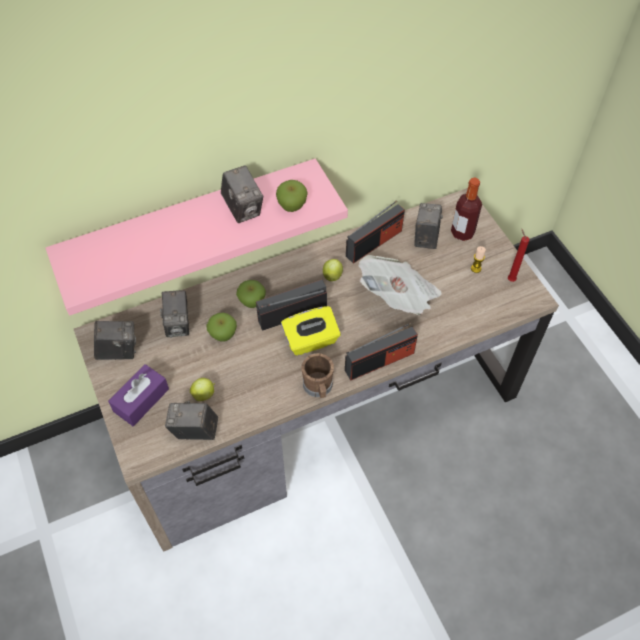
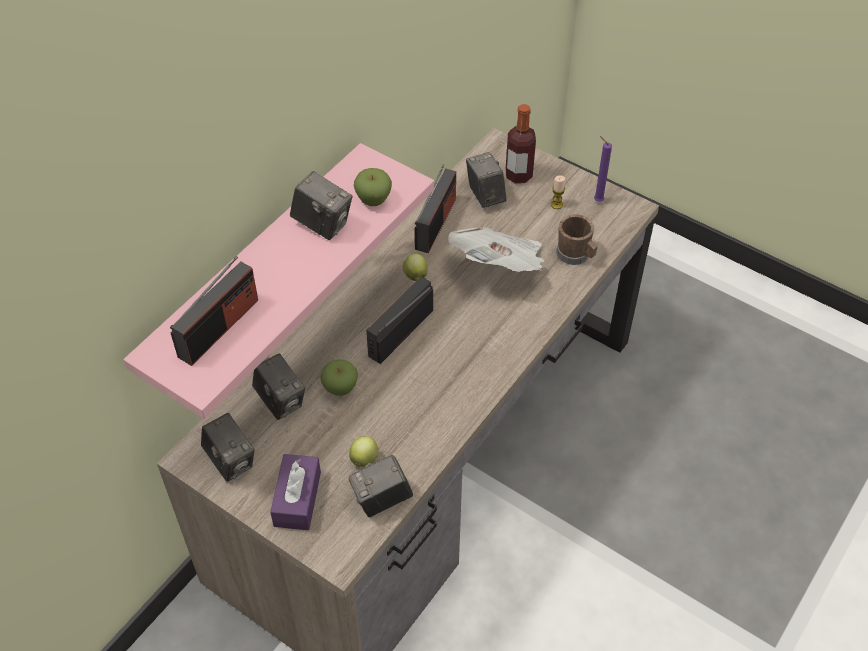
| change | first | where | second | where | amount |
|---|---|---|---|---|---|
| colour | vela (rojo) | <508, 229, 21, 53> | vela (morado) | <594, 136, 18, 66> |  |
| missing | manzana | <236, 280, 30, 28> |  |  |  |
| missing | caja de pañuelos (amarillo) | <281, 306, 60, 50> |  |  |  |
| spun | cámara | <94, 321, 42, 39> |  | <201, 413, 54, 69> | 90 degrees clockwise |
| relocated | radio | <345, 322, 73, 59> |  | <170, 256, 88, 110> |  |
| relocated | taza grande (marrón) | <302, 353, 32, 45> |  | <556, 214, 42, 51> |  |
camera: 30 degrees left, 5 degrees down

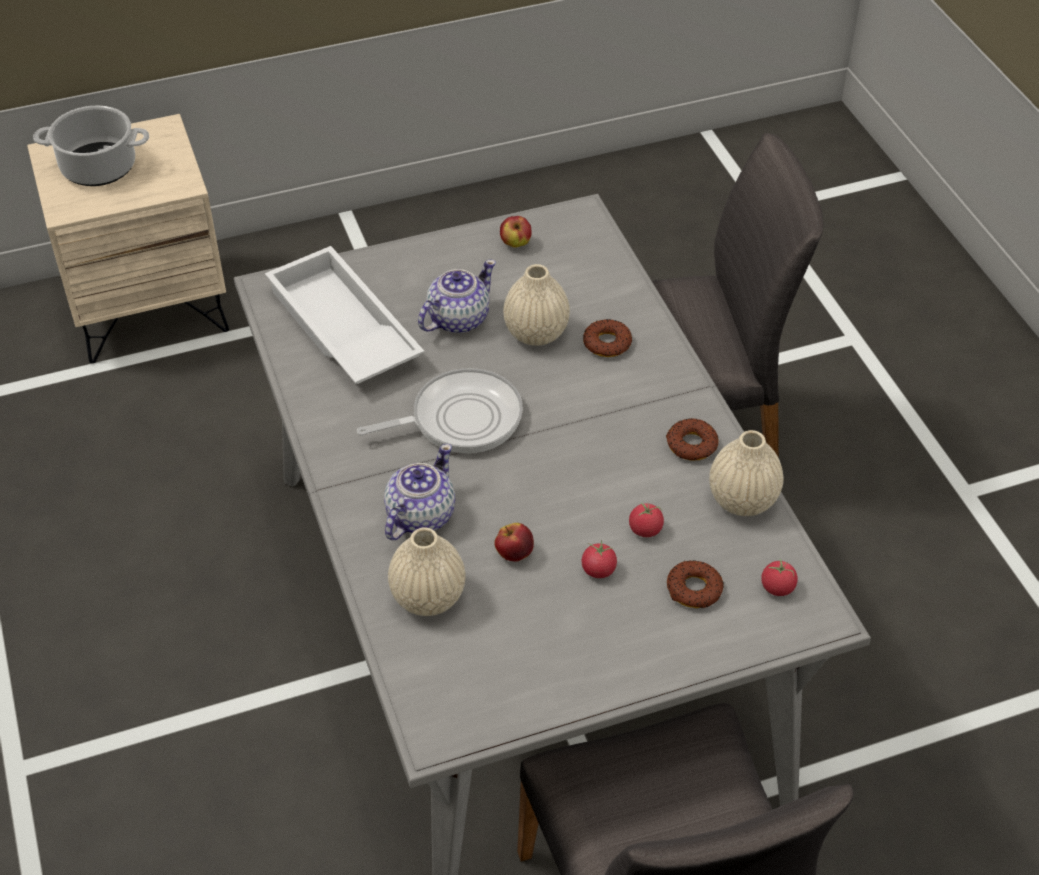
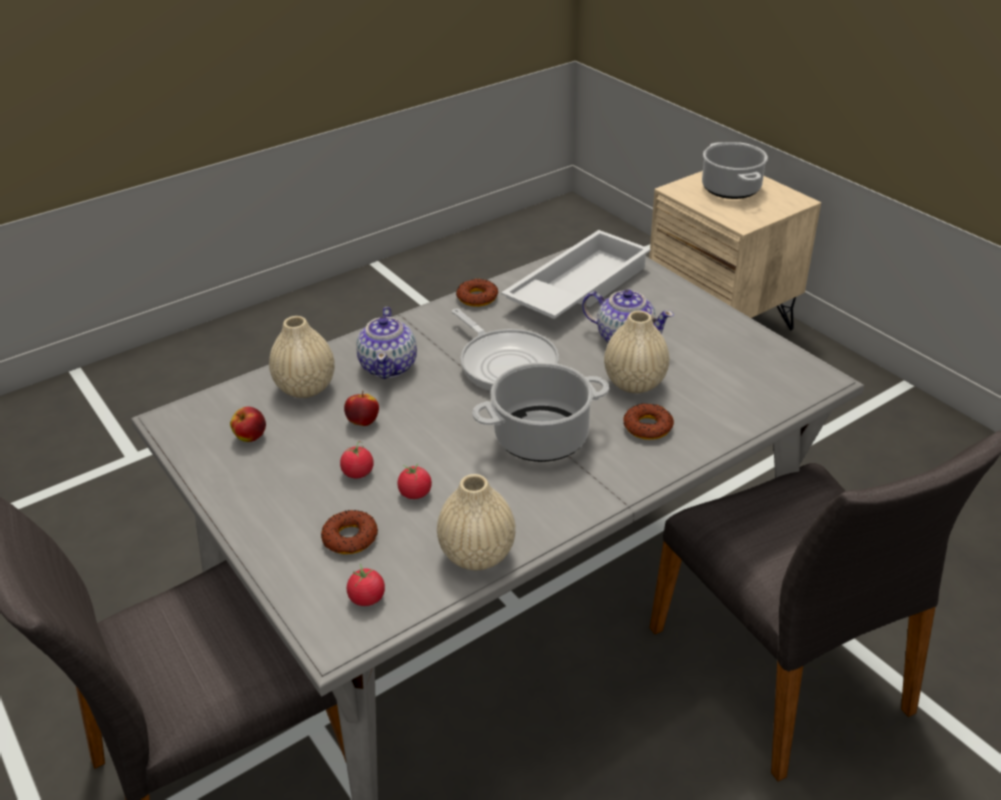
| change | first | where | second | where | amount |
|---|---|---|---|---|---|
| relocated | manzana | <500, 216, 32, 32> |  | <230, 407, 36, 35> |  |
| relocated | rosquilla | <666, 418, 53, 42> |  | <456, 279, 42, 28> |  |
| spun | tetera | <384, 444, 71, 96> |  | <356, 307, 61, 72> | 75 degrees clockwise |
| appeared |  |  | olla | <472, 362, 137, 100> |  |
camera: 75 degrees right, 10 degrees down

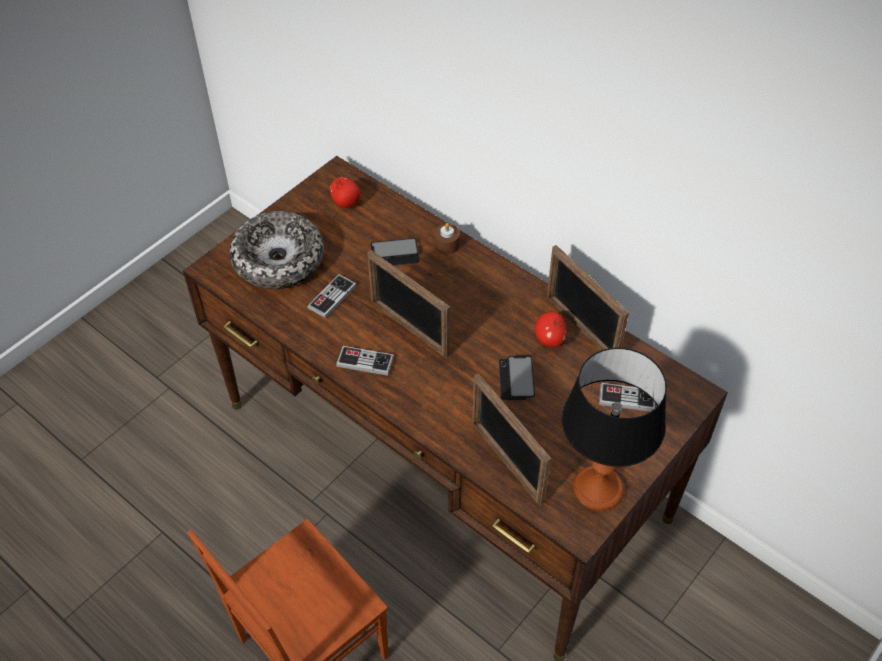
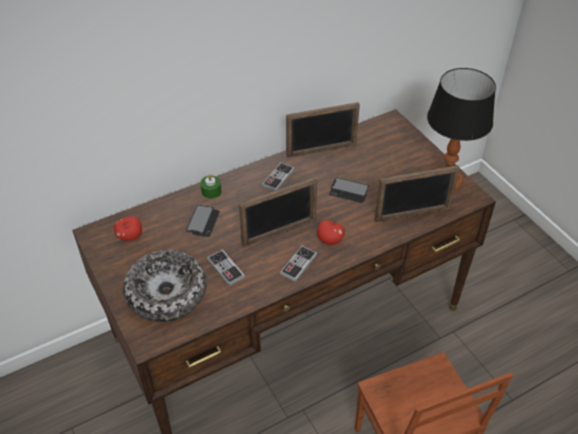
| change | first | where | second | where | amount |
|---|---|---|---|---|---|
| colour | vela (marrón) | <434, 223, 26, 31> | vela (verde) | <200, 174, 21, 25> |  |
| relocated | manzana | <535, 312, 31, 35> |  | <317, 220, 28, 25> |  |
| relocated | mando de consola | <599, 383, 56, 29> |  | <262, 162, 33, 29> |  |
camera: 70 degrees left, 5 degrees down

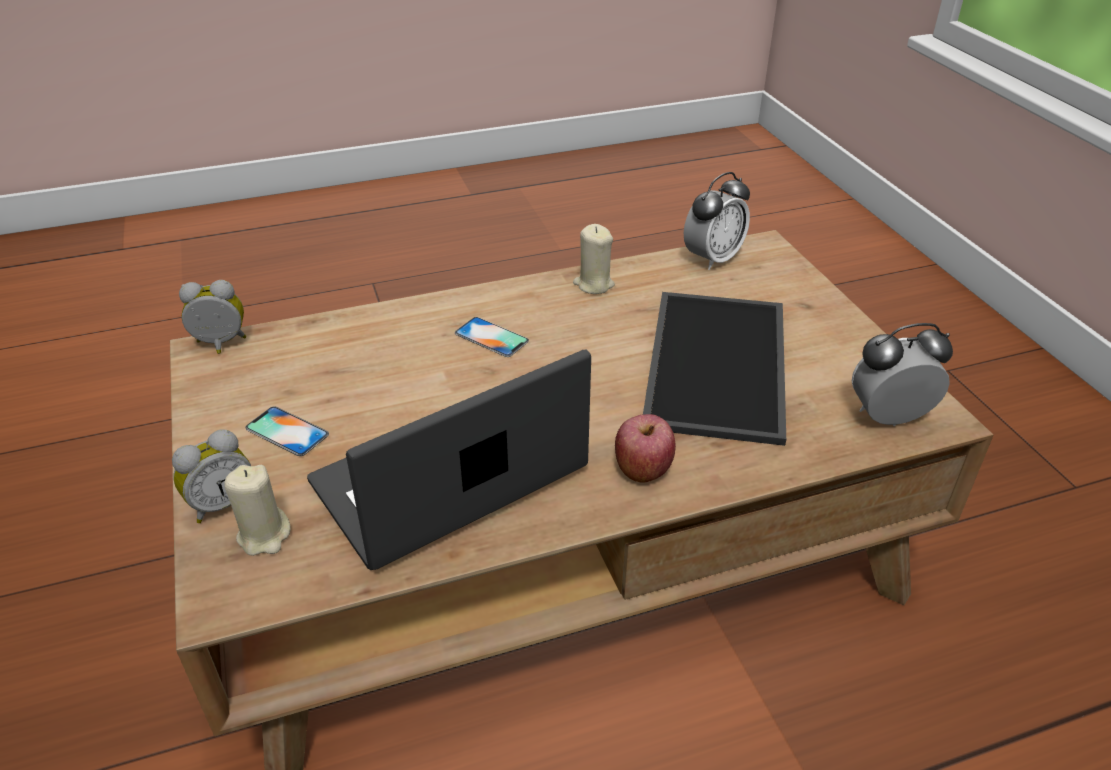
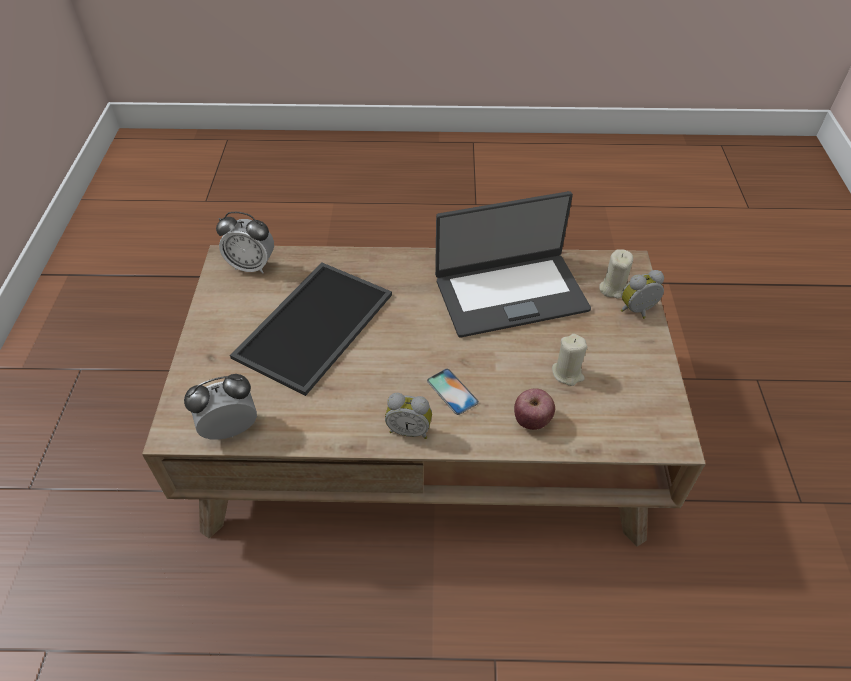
| change | first | where | second | where | amount |
|---|---|---|---|---|---|
| relocated | vela (beis) | <573, 224, 42, 70> |  | <552, 334, 35, 52> |  |
| relocated | despertador | <179, 280, 67, 74> |  | <385, 393, 47, 46> |  |
| missing | móvil | <245, 407, 84, 49> |  |  |  |
| relocated | manzana | <615, 414, 61, 68> |  | <514, 388, 41, 42> |  |
camera: 160 degrees left, 10 degrees up

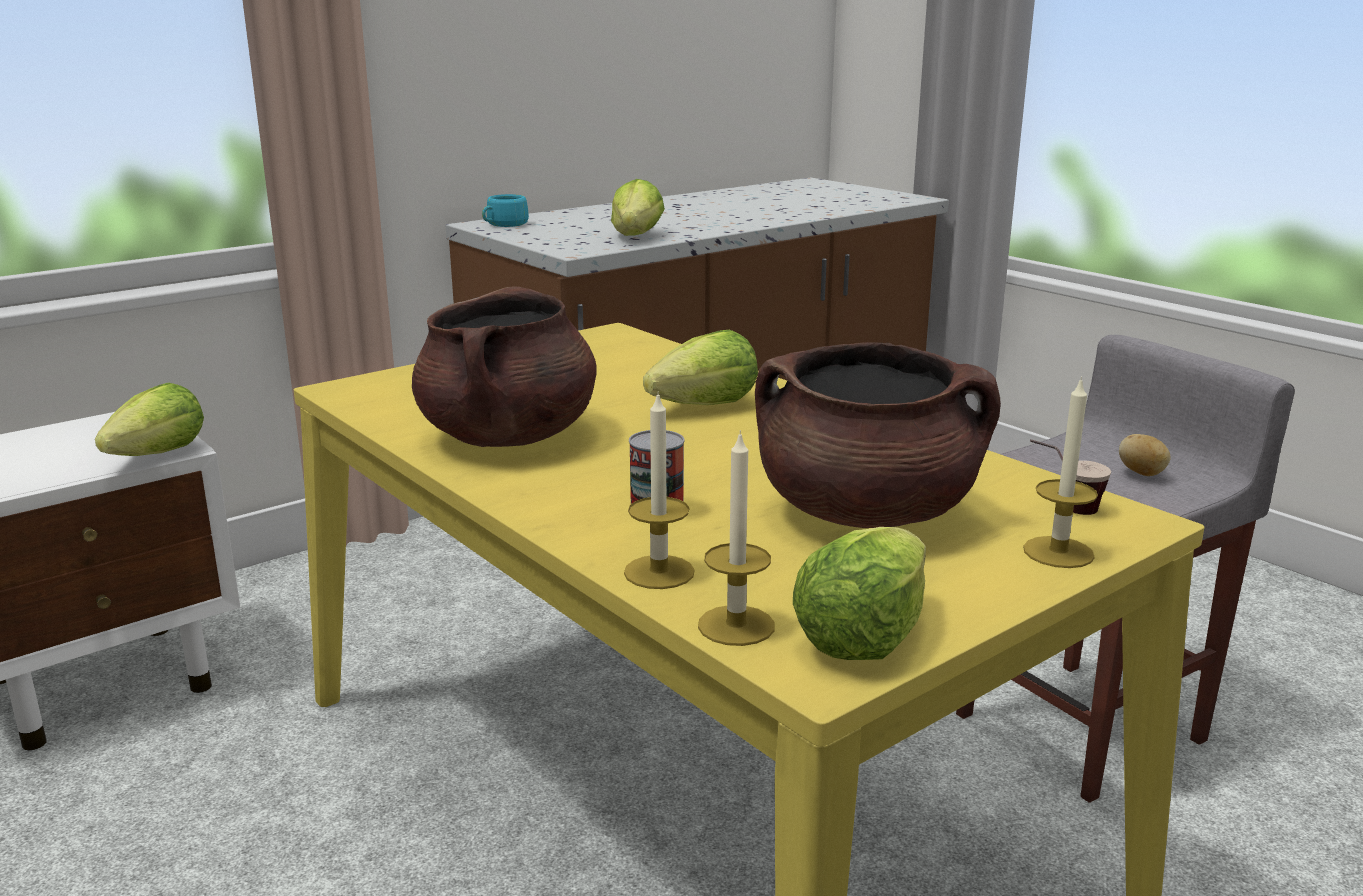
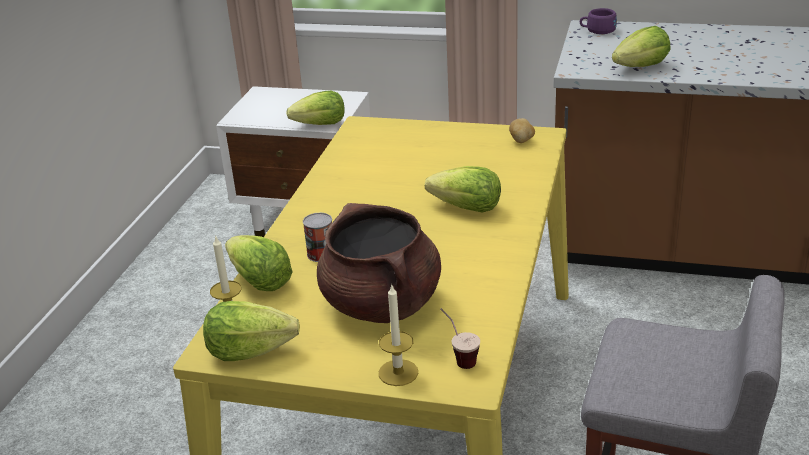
| change | first | where | second | where | amount |
|---|---|---|---|---|---|
| colour | taza (turquesa) | <482, 194, 47, 33> | taza (morado) | <580, 8, 37, 26> |  |
| missing | olla (marrón) | <412, 286, 185, 161> |  |  |  |
| exchanged | vela | <624, 391, 71, 198> | lechuga | <225, 235, 67, 56> |  |
| relocated | patata | <1119, 434, 52, 42> |  | <509, 118, 26, 25> |  |
camera: 55 degrees right, 10 degrees up

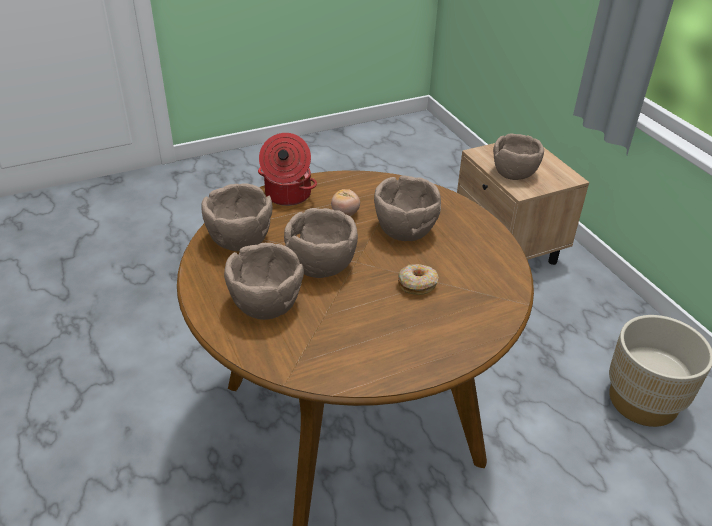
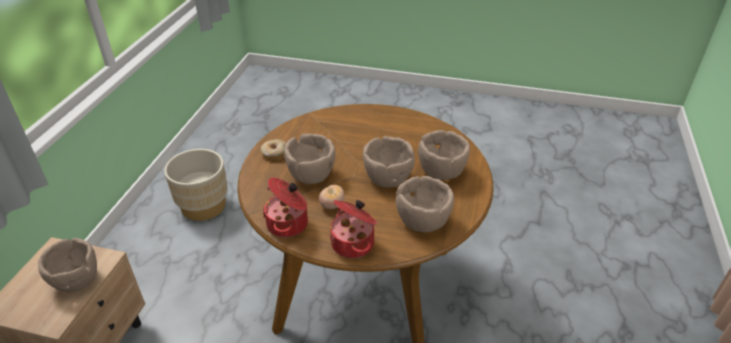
| change | first | where | second | where | amount |
|---|---|---|---|---|---|
| relocated | rosquilla | <398, 264, 41, 31> |  | <261, 139, 25, 20> |  |
| appeared |  |  | olla | <263, 177, 45, 61> |  |
camera: 140 degrees left, 0 degrees up

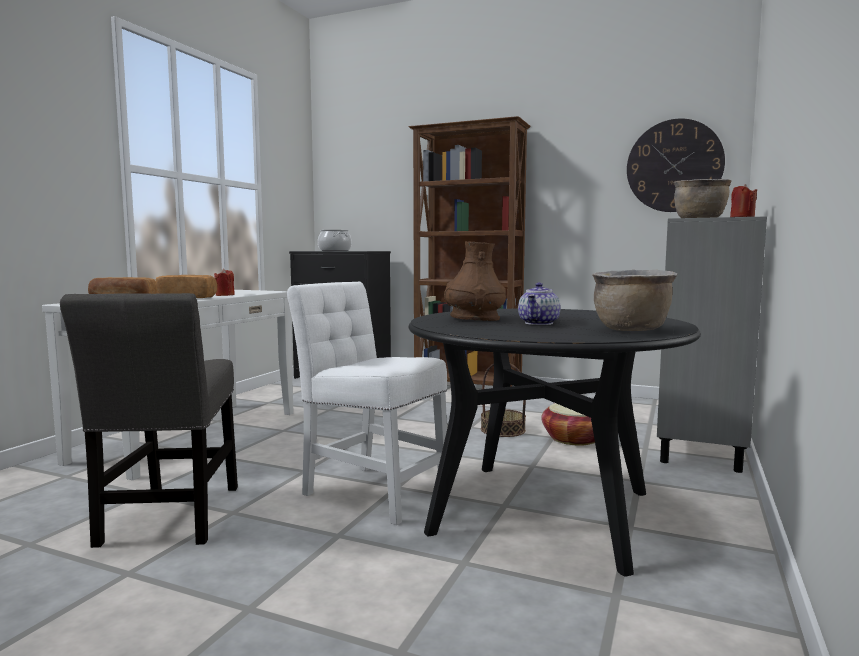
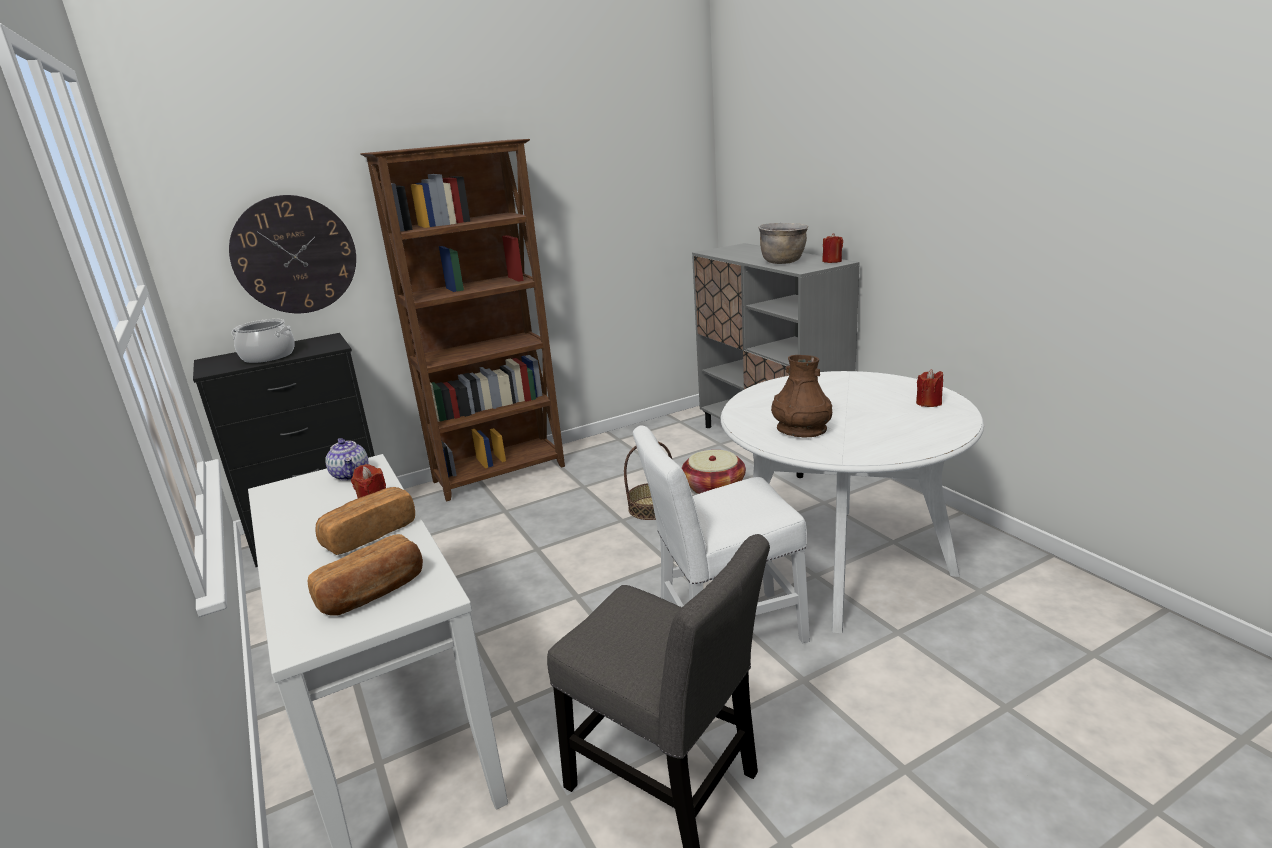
| change | first | where | second | where | amount |
|---|---|---|---|---|---|
| relocated | reloj de pared | <627, 119, 98, 93> |  | <229, 195, 127, 118> |  |
| exchanged | olla (marrón) | <592, 270, 85, 61> | vela (rojo) | <916, 369, 27, 38> |  |
| relocated | tetera | <518, 282, 42, 43> |  | <325, 438, 44, 43> |  |
| colour | mesa de comedor (negro) | <408, 309, 293, 268> | mesa de comedor (blanco) | <721, 371, 263, 262> |  |
camera: 50 degrees left, 15 degrees up

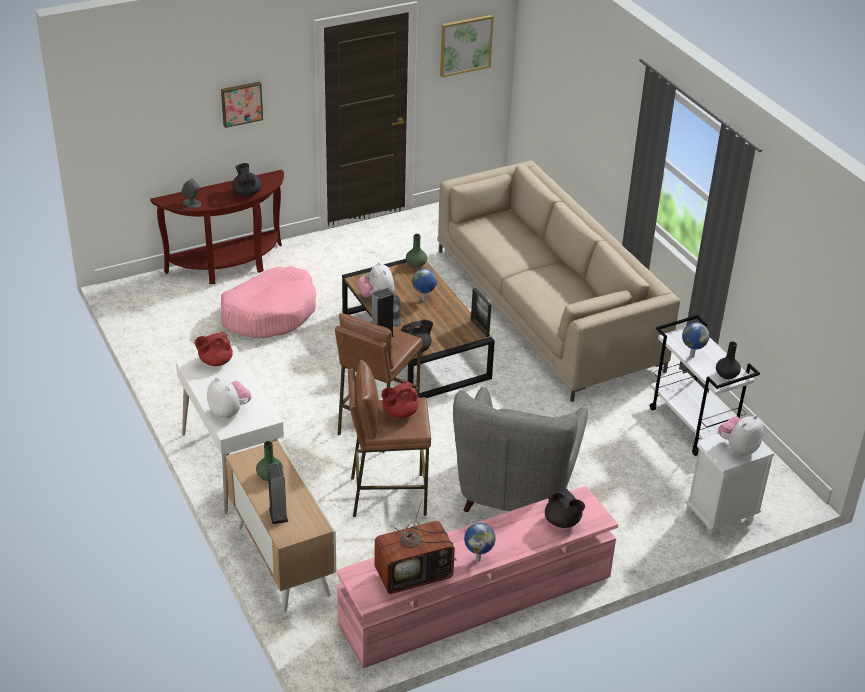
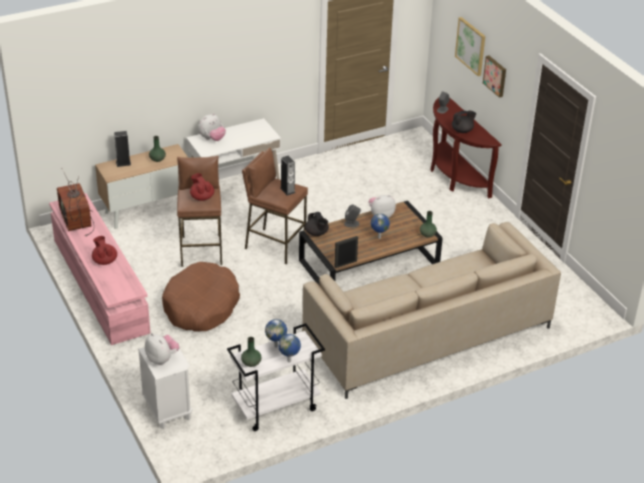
| change | first | where | second | where | amount |
|---|---|---|---|---|---|
| relocated | cuadro | <440, 15, 54, 62> |  | <455, 17, 30, 59> |  |
| missing | cama para perro (rosa) | <221, 266, 95, 72> |  |  |  |
| relocated | tetera (rojo) | <194, 331, 39, 35> |  | <92, 236, 25, 29> |  |
| colour | florero (negro) | <716, 342, 25, 37> | florero (verde) | <241, 337, 21, 30> |  |
| exchanged | sillón (gris) | <453, 387, 135, 125> | cama para perro (marrón) | <162, 262, 78, 70> |  |
| missing | tetera (negro) | <545, 488, 40, 40> |  |  |  |
| relocated | globo terráqueo | <464, 523, 32, 39> |  | <278, 334, 23, 28> |  |
camera: 90 degrees right, 0 degrees up

